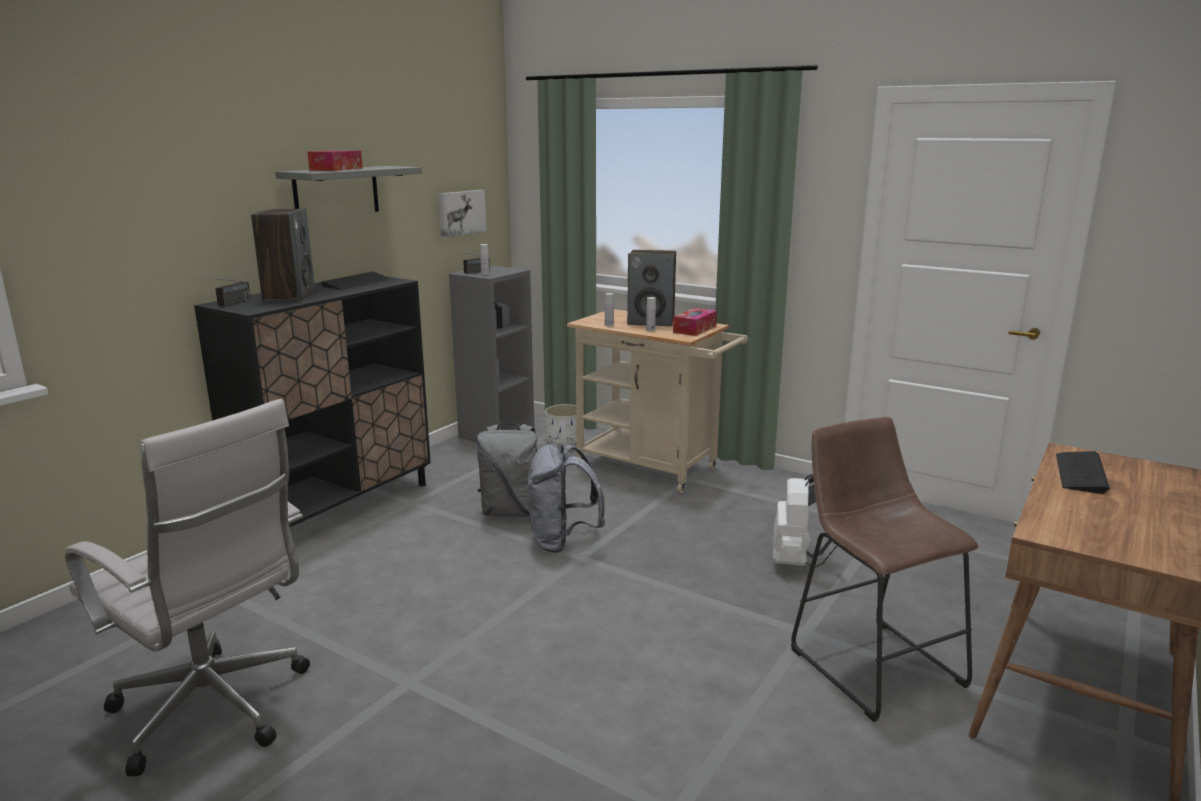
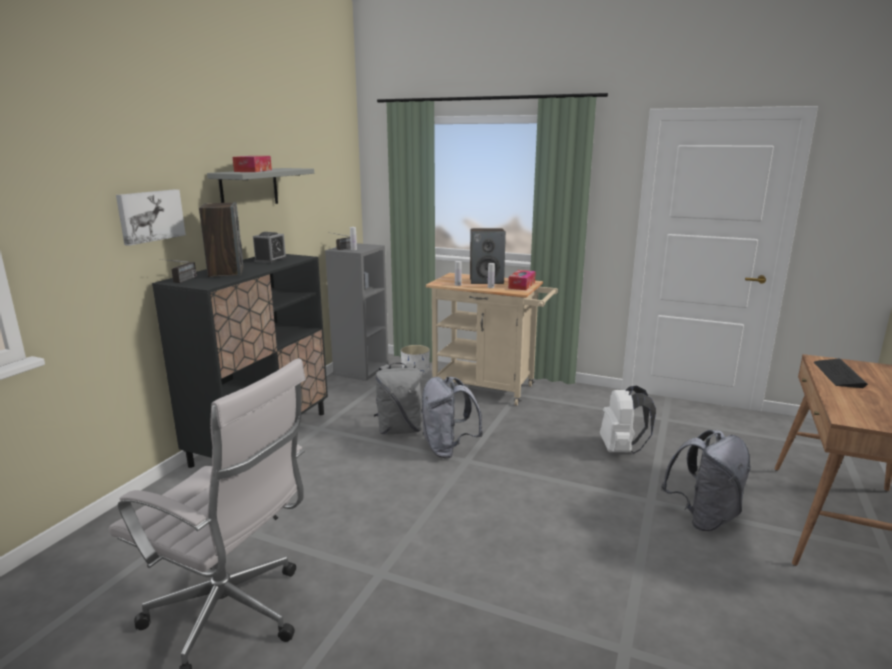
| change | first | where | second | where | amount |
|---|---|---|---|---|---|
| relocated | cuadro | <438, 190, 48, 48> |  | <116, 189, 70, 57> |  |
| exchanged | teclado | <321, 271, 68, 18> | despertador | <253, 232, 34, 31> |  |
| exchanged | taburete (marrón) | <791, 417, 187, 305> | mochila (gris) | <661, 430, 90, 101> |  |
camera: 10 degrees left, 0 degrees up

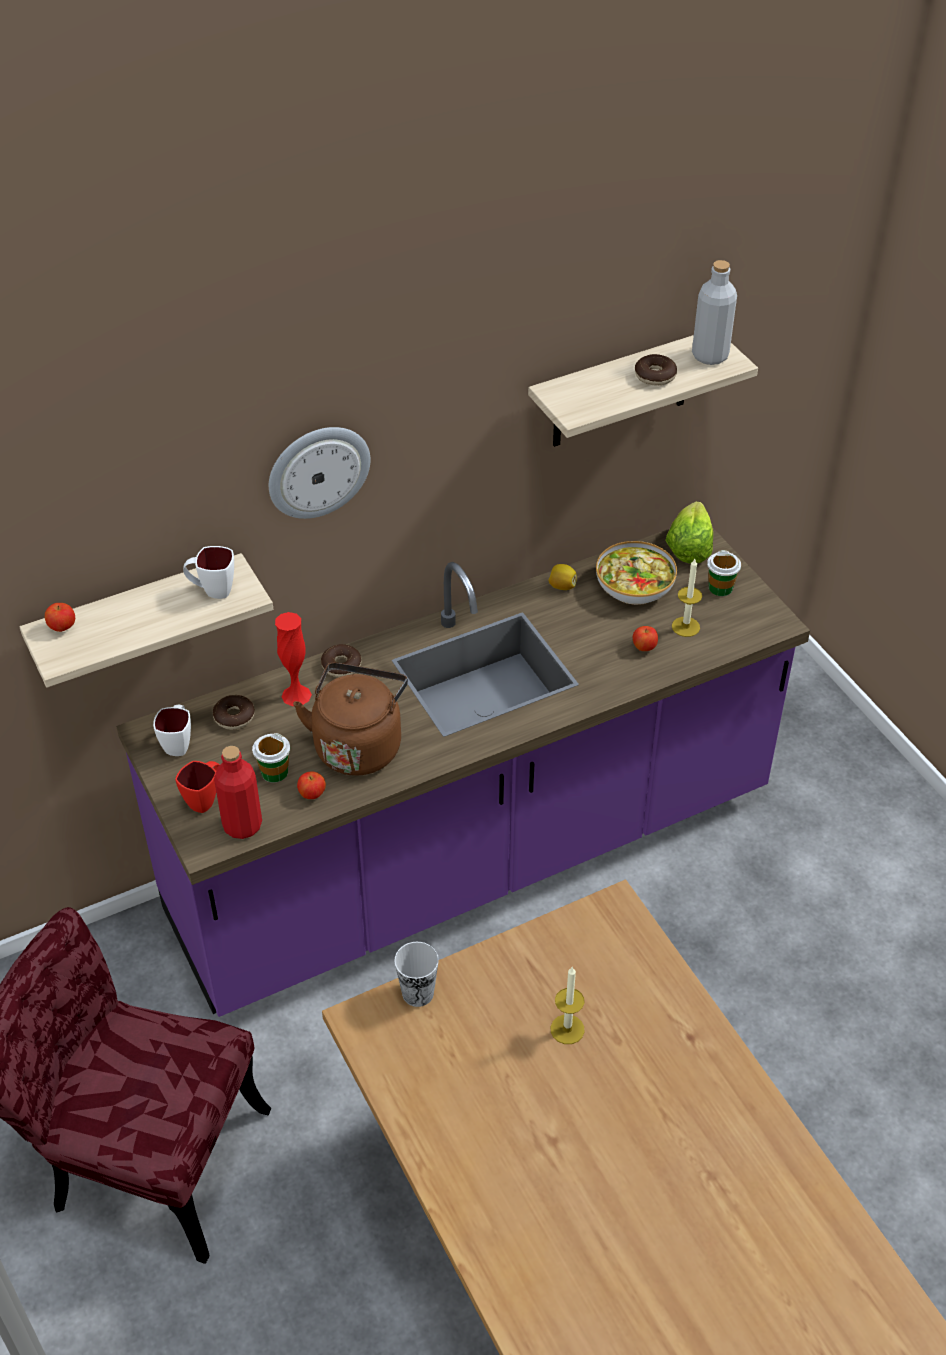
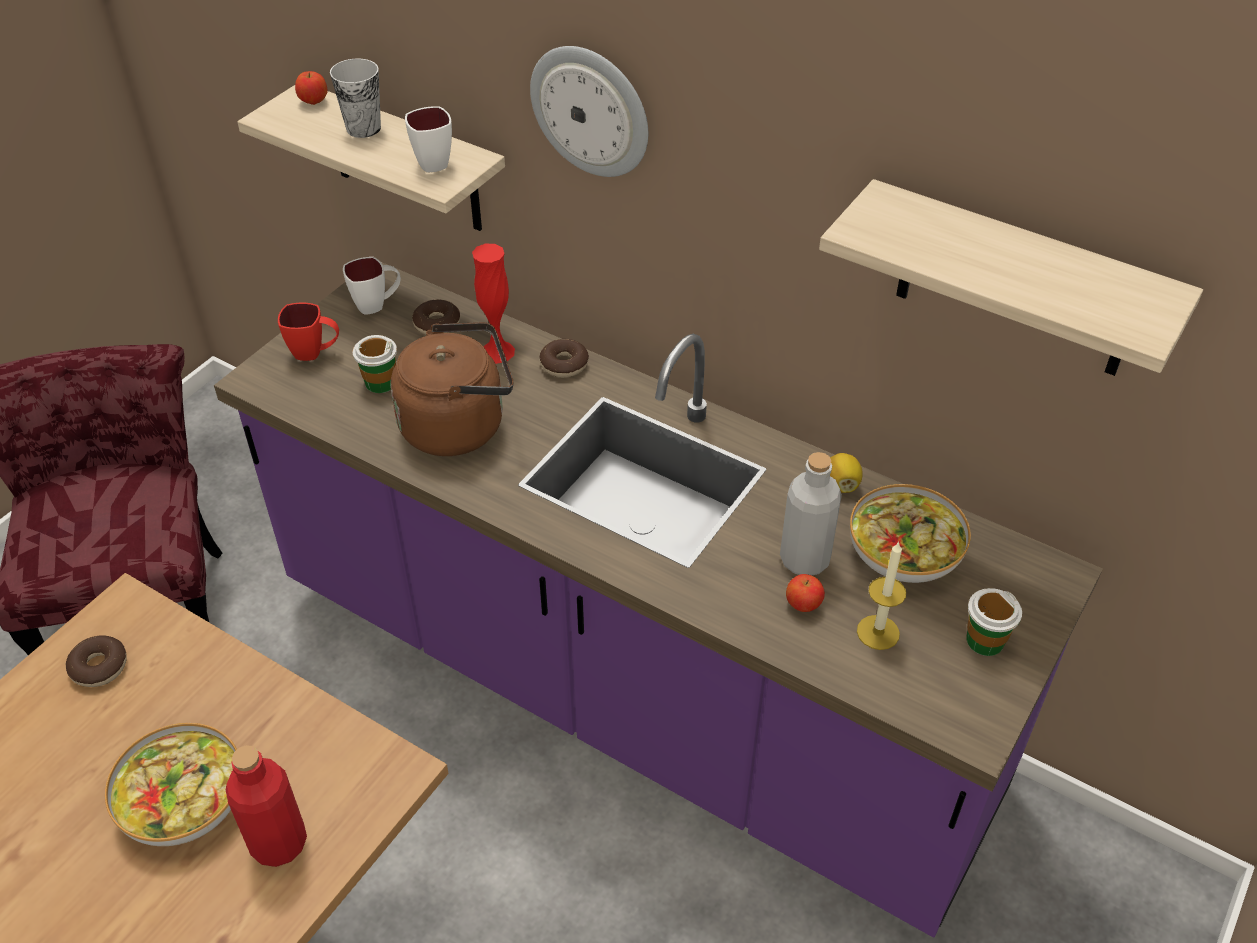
| change | first | where | second | where | amount |
|---|---|---|---|---|---|
| relocated | botella (gris) | <692, 260, 45, 105> |  | <780, 452, 62, 123> |  |
| relocated | rosquilla | <635, 354, 42, 32> |  | <65, 635, 62, 52> |  |
| missing | lechuga | <665, 501, 48, 62> |  |  |  |
| relocated | botella (rojo) | <214, 746, 48, 93> |  | <226, 745, 81, 122> |  |
| missing | manzana | <297, 771, 29, 28> |  |  |  |
| relocated | taza | <394, 942, 45, 65> |  | <330, 58, 51, 80> |  |
| exchanged | vela | <551, 967, 33, 77> | cuenco | <105, 723, 132, 123> |  |
camera: 60 degrees right, 0 degrees up

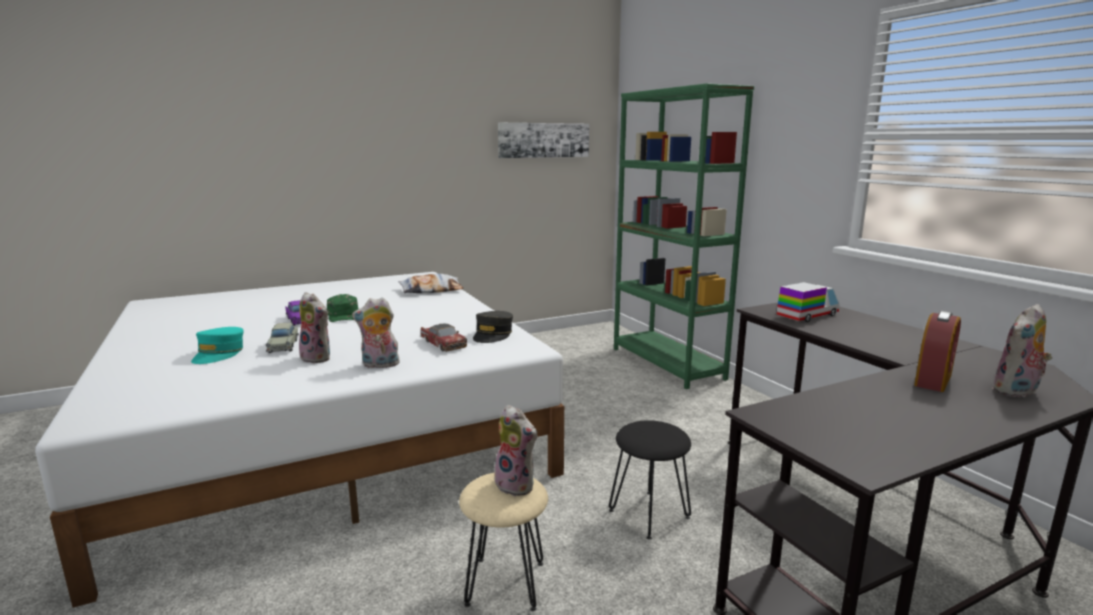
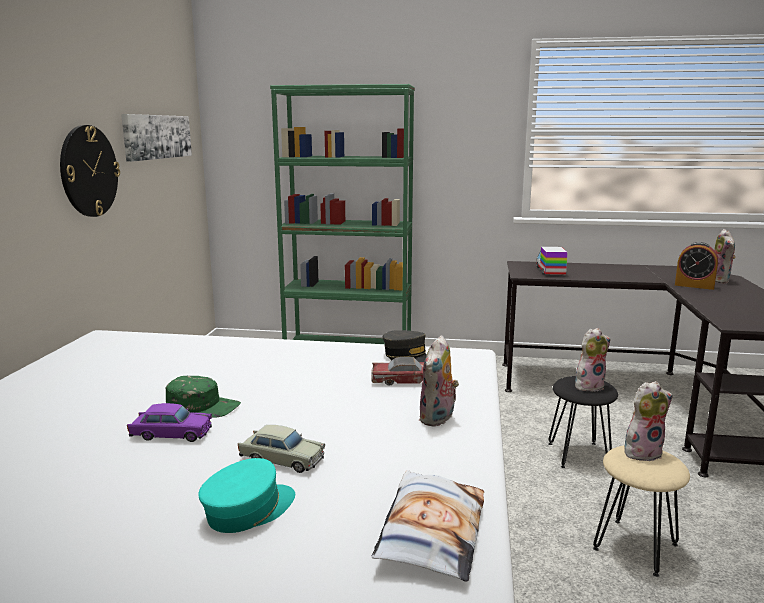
| change | first | where | second | where | amount |
|---|---|---|---|---|---|
| relocated | cojín | <398, 274, 65, 19> |  | <372, 470, 112, 112> |  |
| relocated | peluche | <299, 292, 31, 71> |  | <575, 328, 36, 64> |  |
| spun | despertador | <914, 311, 47, 81> |  | <675, 242, 43, 48> | 135 degrees clockwise |
| spun | gorra (turquesa) | <191, 327, 53, 37> |  | <198, 458, 97, 75> | 90 degrees counterclockwise |
| appeared |  |  | reloj de pared | <60, 125, 60, 92> |  |
camera: 55 degrees left, 0 degrees up

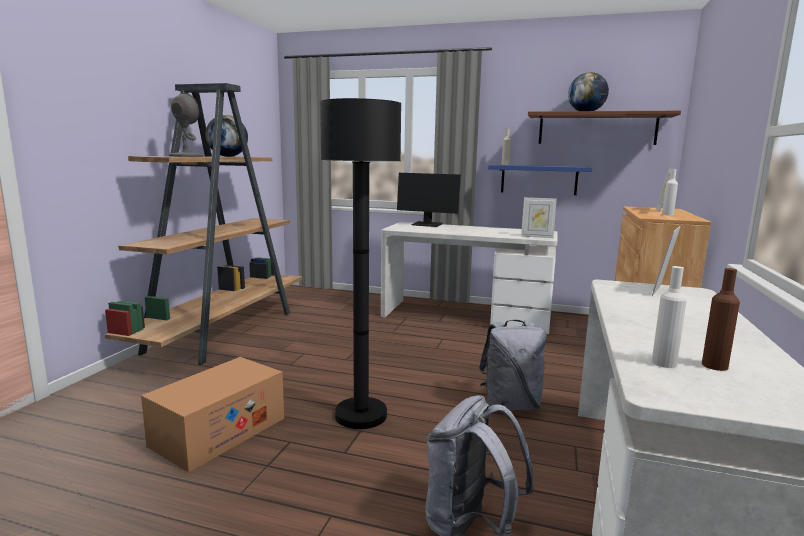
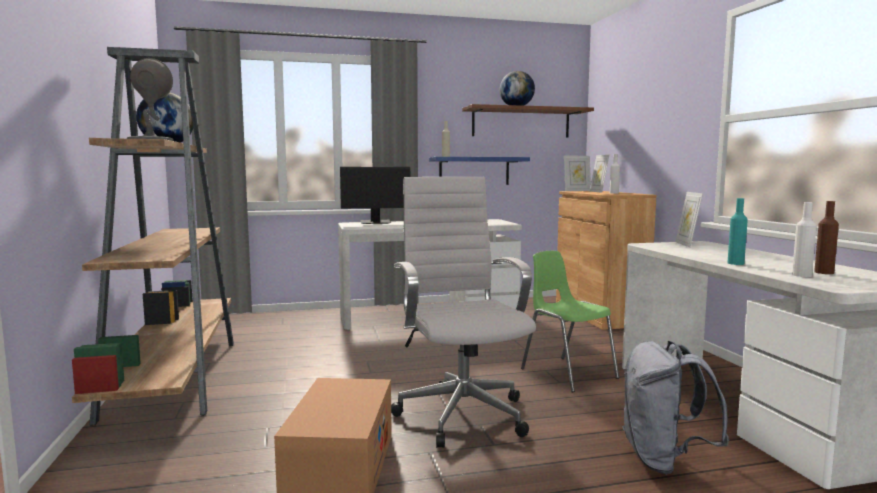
| change | first | where | second | where | amount |
|---|---|---|---|---|---|
| exchanged | lámpara de pie (negro) | <320, 98, 81, 331> | silla de oficina (blanco) | <391, 177, 145, 271> |  |
| relocated | portarretratos | <521, 197, 36, 41> |  | <564, 156, 27, 35> |  |
| exchanged | mochila (gris) | <479, 320, 68, 90> | silla (verde) | <521, 251, 98, 141> |  |
| appeared |  |  | botella (turquesa) | <727, 198, 21, 67> |  |
camera: 30 degrees left, 5 degrees down

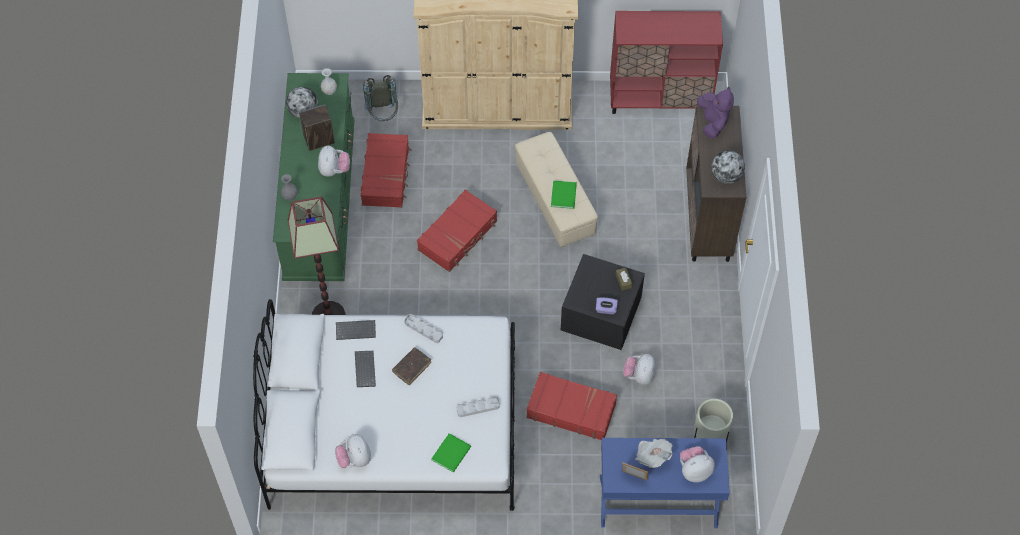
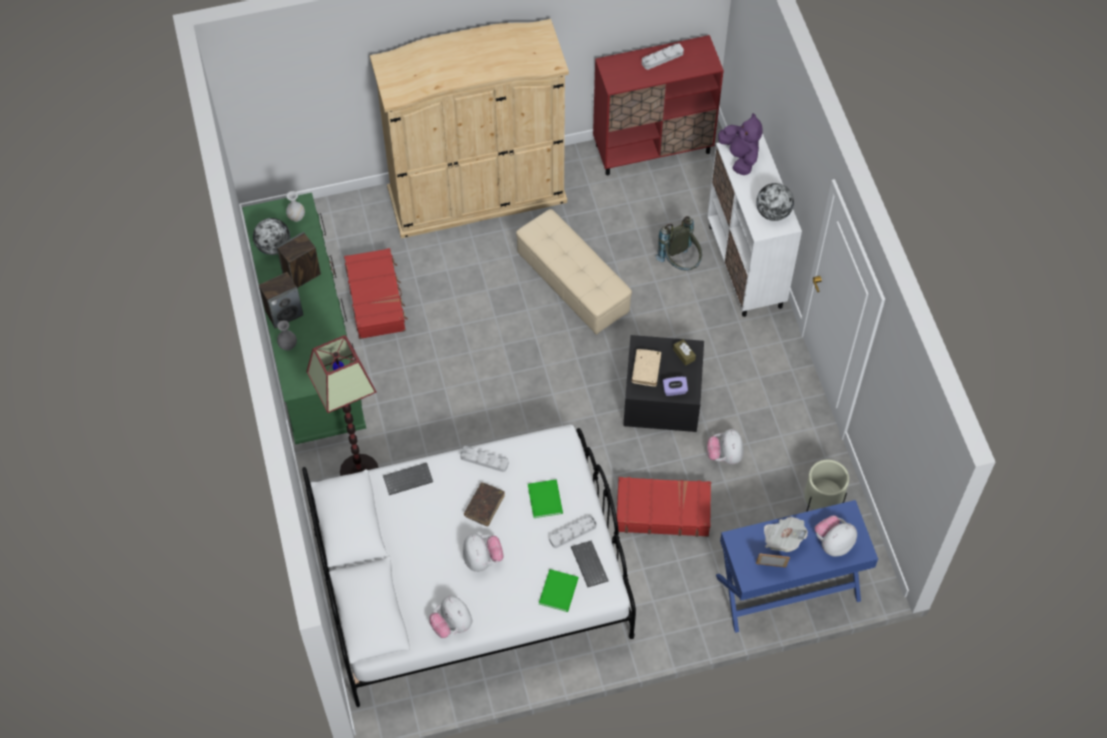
| change | first | where | second | where | amount |
|---|---|---|---|---|---|
| relocated | mochila (gris) | <363, 75, 35, 46> |  | <656, 216, 46, 55> |  |
| colour | armario (marrón) | <686, 106, 60, 156> | armario (blanco) | <707, 133, 95, 184> |  |
| relocated | peluche | <318, 146, 32, 31> |  | <463, 534, 41, 38> |  |
| relocated | libro (verde) | <551, 181, 26, 28> |  | <528, 479, 35, 39> |  |
| missing | maleta (rojo) | <417, 189, 80, 83> |  |  |  |
| relocated | teclado | <355, 351, 21, 36> |  | <571, 541, 38, 46> |  |
| appeared |  |  | bandeja (gris) | <642, 43, 42, 27> |  |
| appeared |  |  | altavoz | <259, 272, 44, 56> |  |
| appeared |  |  | libro (beis) | <632, 349, 29, 38> |  |
camera: 15 degrees left, 0 degrees up

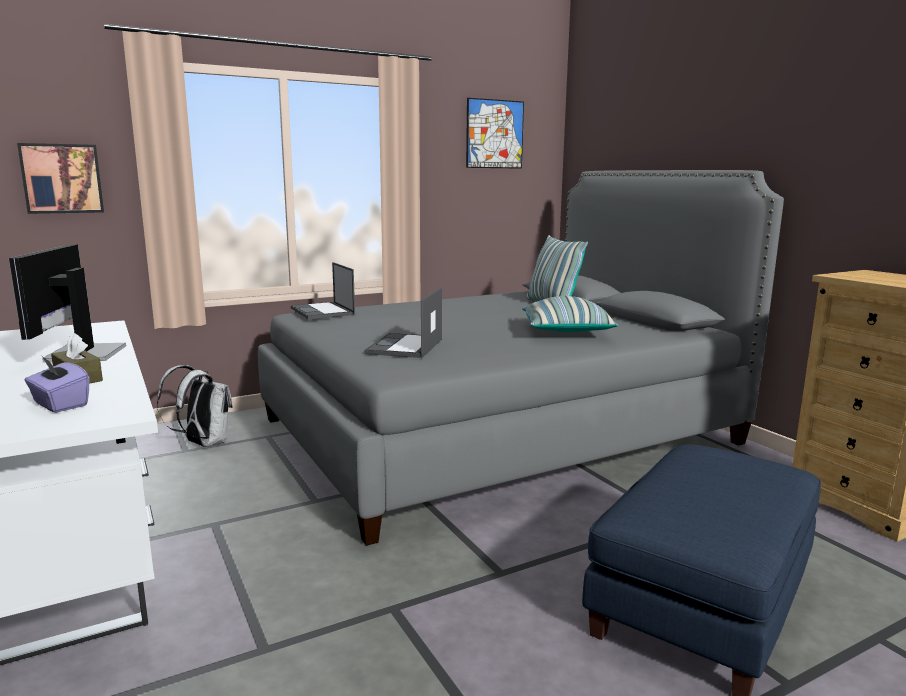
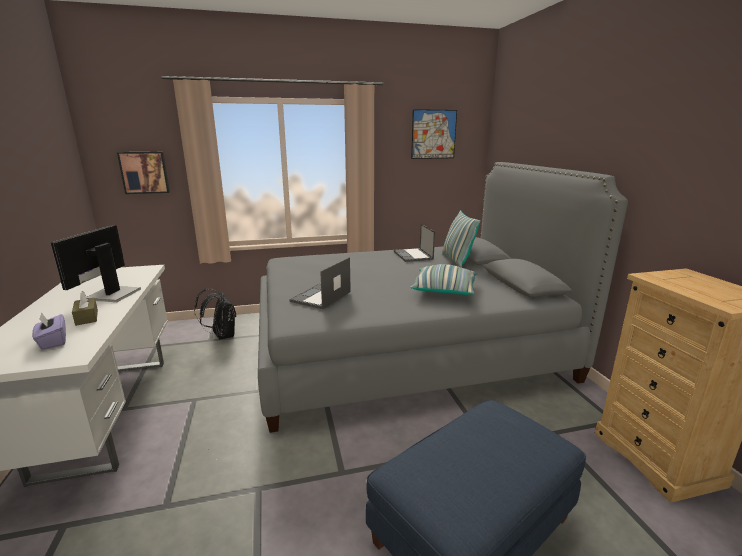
| change | first | where | second | where | amount |
|---|---|---|---|---|---|
| relocated | portátil | <291, 262, 64, 57> |  | <394, 224, 41, 38> |  |
| colour | mochila (blanco) | <157, 365, 76, 82> | mochila (negro) | <194, 289, 42, 51> |  |
camera: 15 degrees right, 5 degrees up

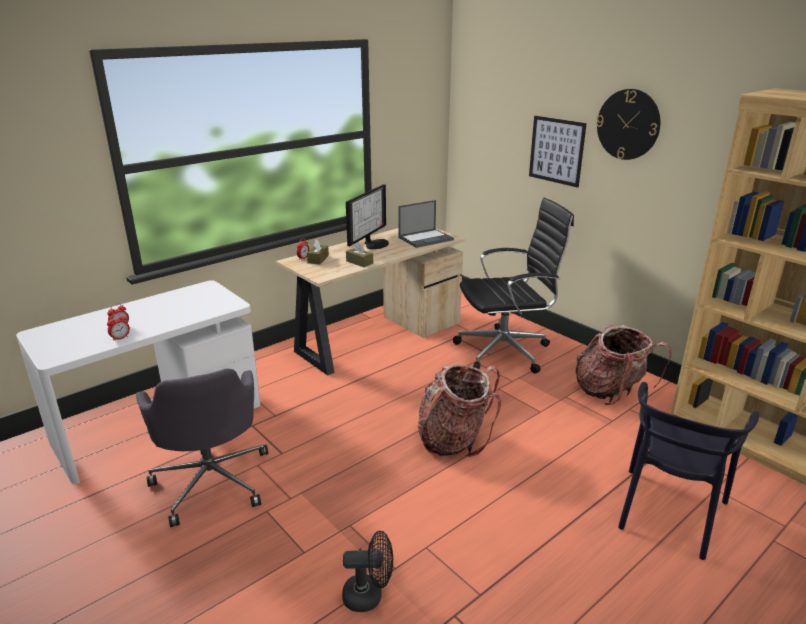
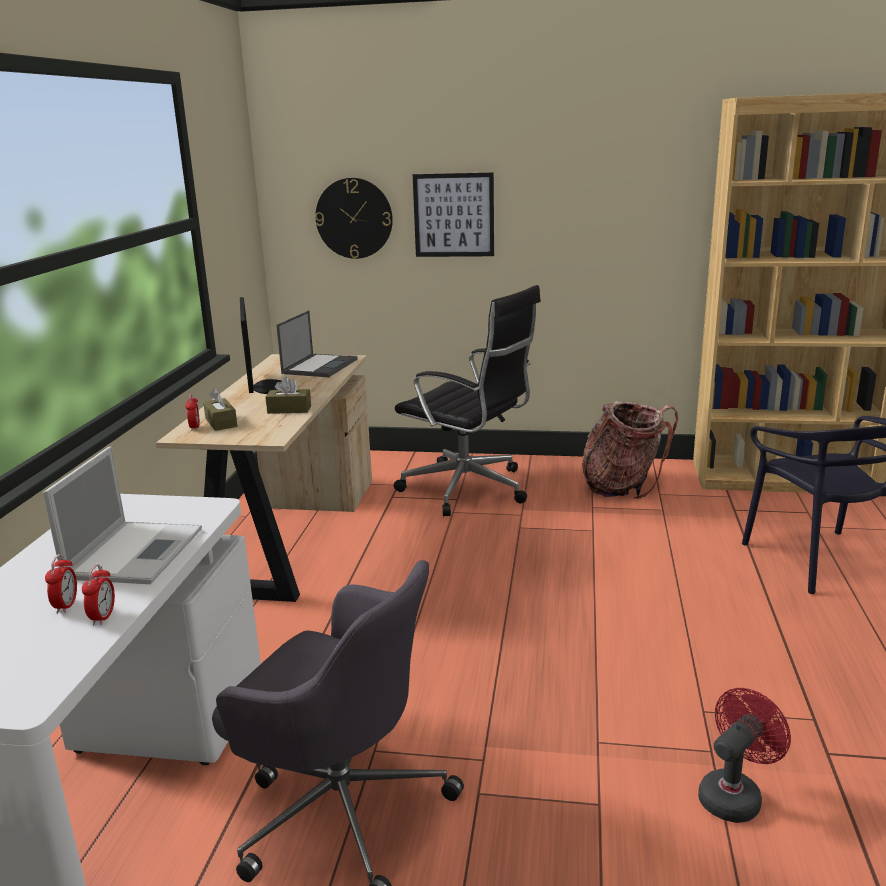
| change | first | where | second | where | amount |
|---|---|---|---|---|---|
| relocated | reloj de pared | <596, 89, 64, 71> |  | <315, 178, 78, 81> |  |
| spun | silla de oficina (negro) | <453, 197, 121, 176> |  | <394, 285, 147, 231> | 90 degrees clockwise |
| missing | mochila | <418, 364, 83, 93> |  |  |  |
| colour | ventilador (negro) | <342, 531, 51, 81> | ventilador (rojo) | <698, 688, 93, 135> |  |
| appeared |  |  | portátil | <43, 446, 159, 138> |  |
camera: 40 degrees left, 5 degrees down

